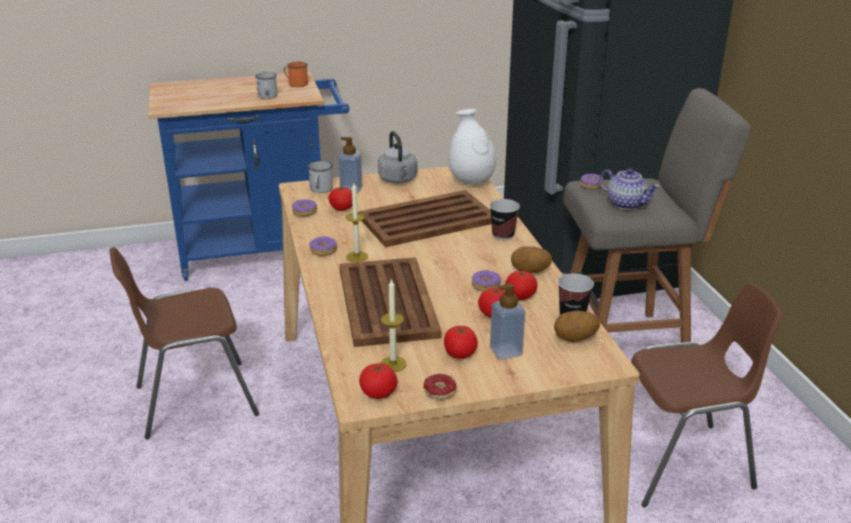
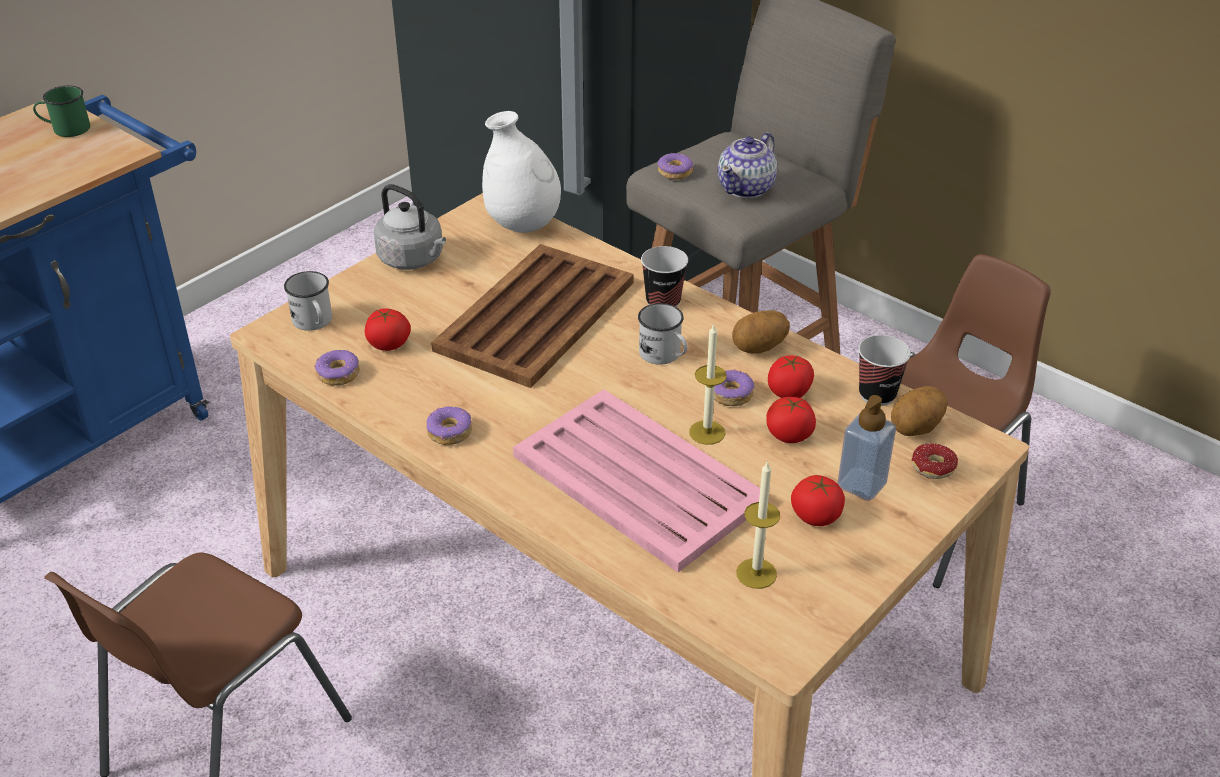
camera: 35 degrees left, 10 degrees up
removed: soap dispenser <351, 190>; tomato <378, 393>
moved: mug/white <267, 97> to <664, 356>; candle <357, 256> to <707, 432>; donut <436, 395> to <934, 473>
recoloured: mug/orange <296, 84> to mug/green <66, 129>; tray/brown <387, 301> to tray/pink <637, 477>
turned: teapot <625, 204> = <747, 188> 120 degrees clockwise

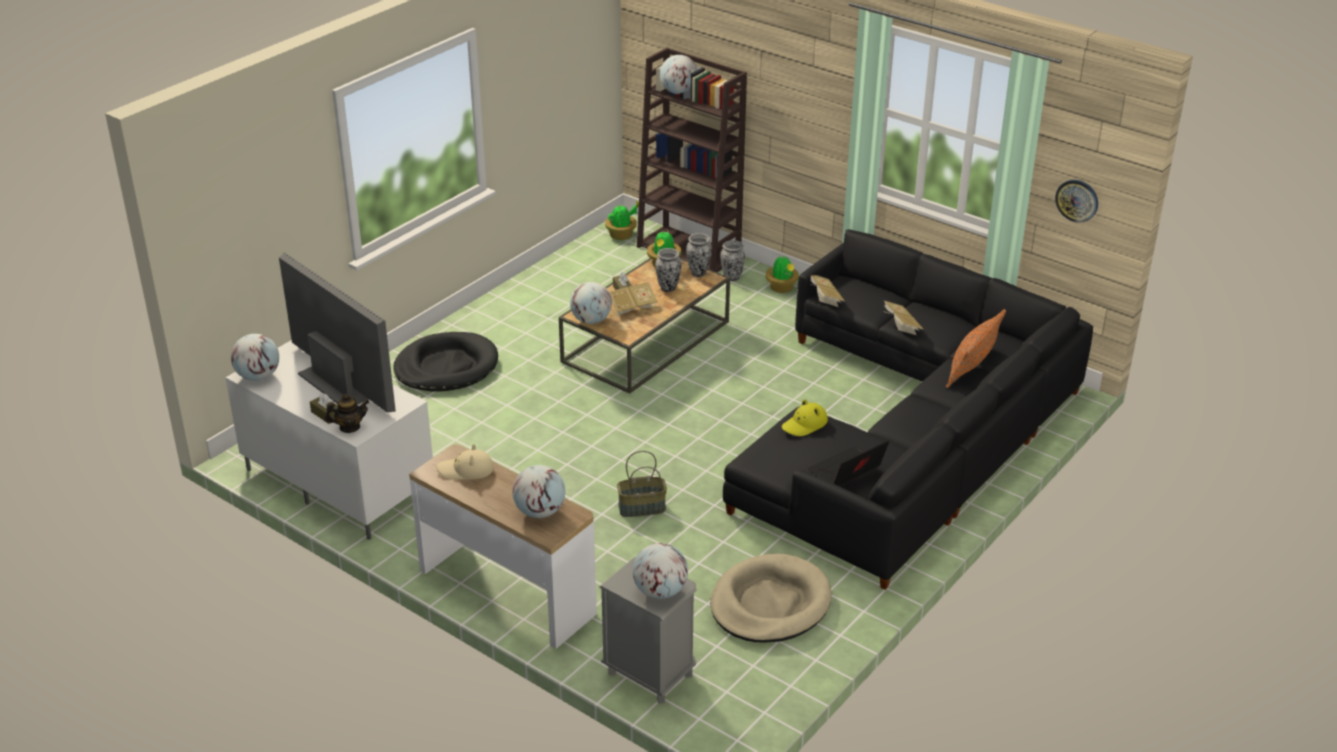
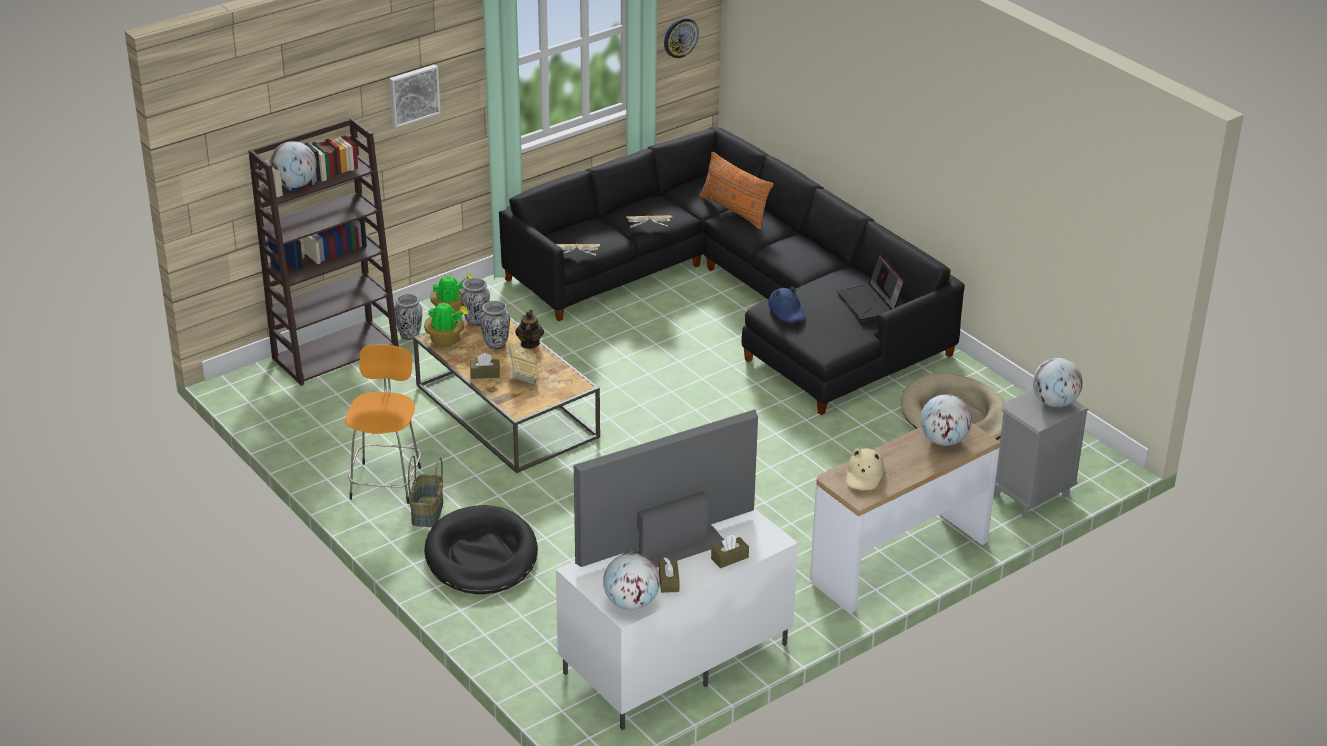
camera: 75 degrees left, 0 degrees up
removed: globe <591, 320>; potted plant <622, 235>
added: stool/orange <386, 481>; picture <413, 94>; tissue box/brown <668, 581>
moved: teapot <349, 427> to <529, 344>; basket <641, 508> to <428, 512>
recoloured: hat/yellow <804, 424> to hat/blue <787, 310>

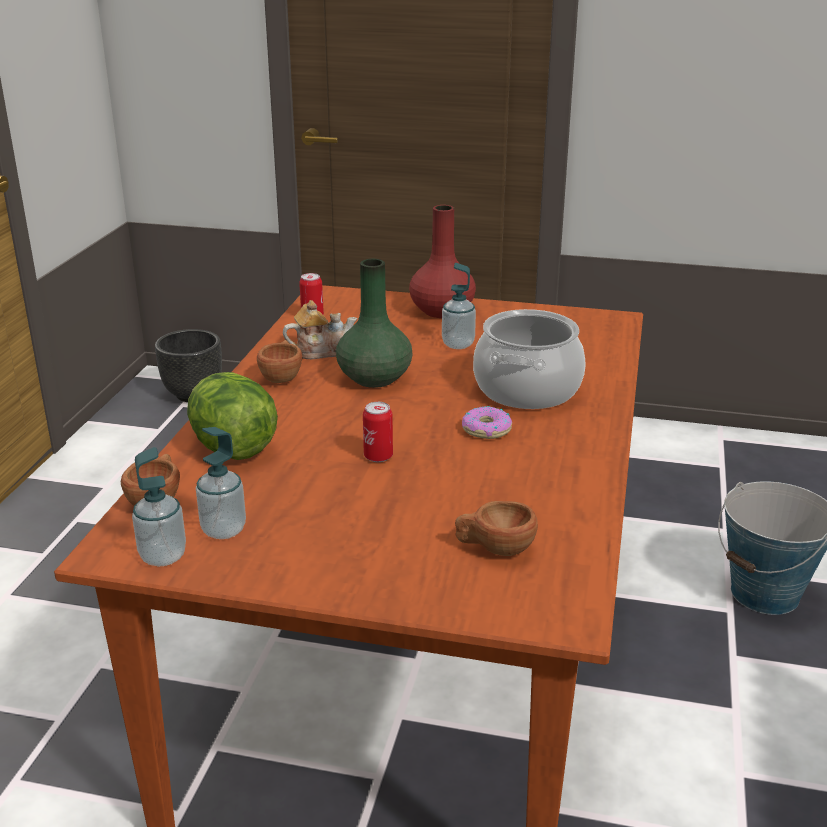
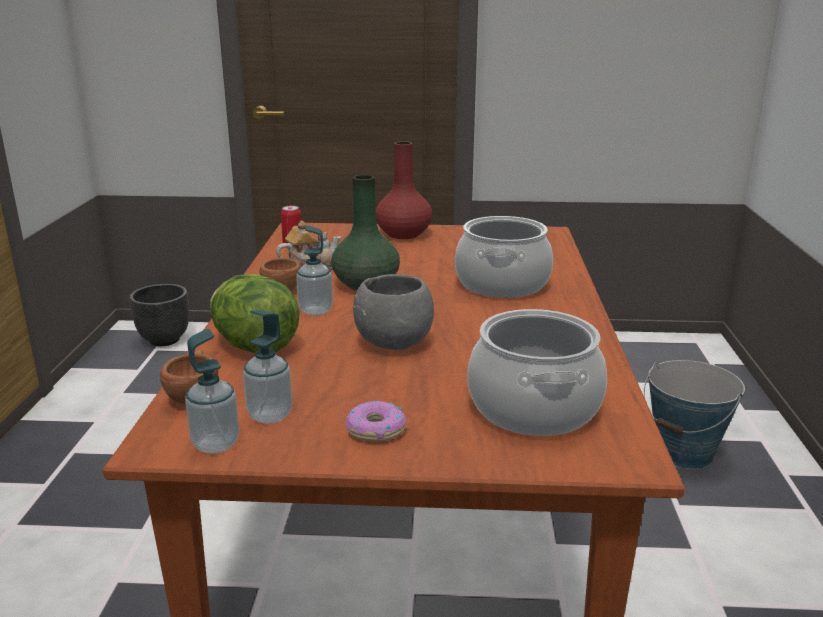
camera: 10 degrees left, 5 degrees down
moved: soap dispenser <458, 344> to <315, 310>; donut <486, 430> to <375, 430>
replaced: can <378, 457> to bowl/grey <394, 343>; cup/brown <495, 548> to cooking pot <535, 407>

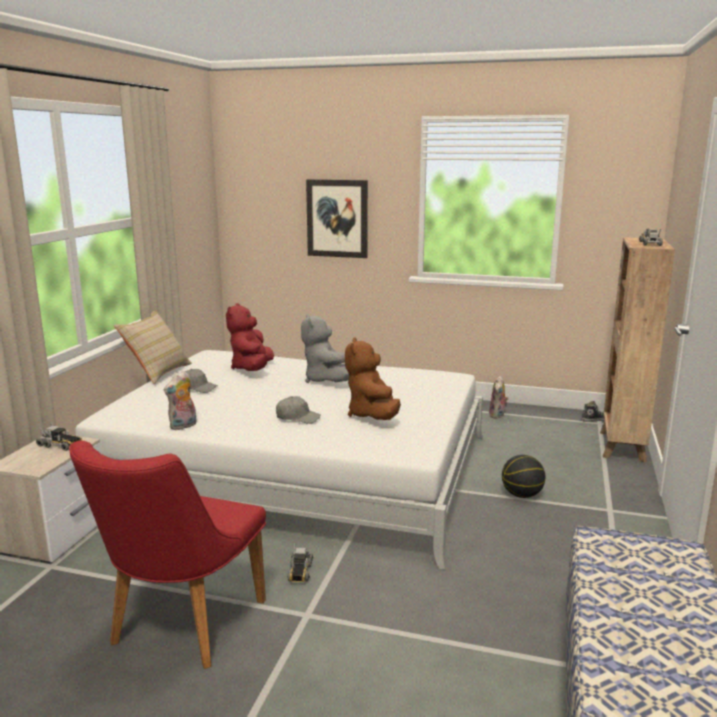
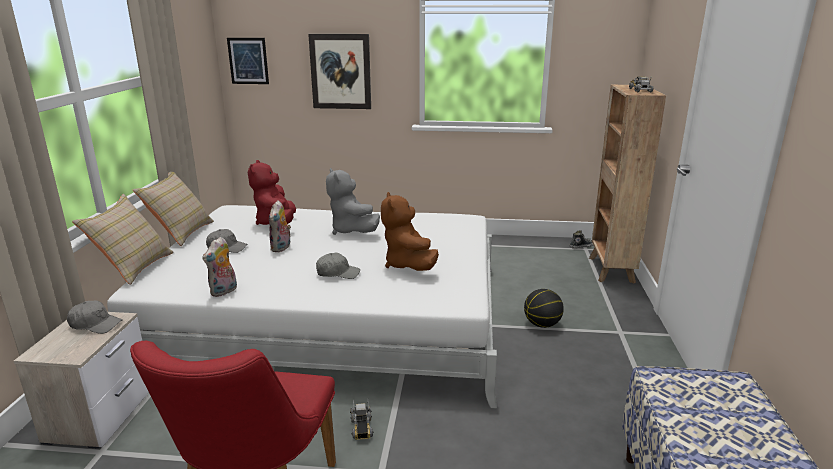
camera: 10 degrees left, 5 degrees up
added: pillow/beige <133, 267>; picture <248, 61>
moved: plush toy <498, 415> to <281, 248>
replaced: toy truck <60, 445> to cap/grey <95, 324>

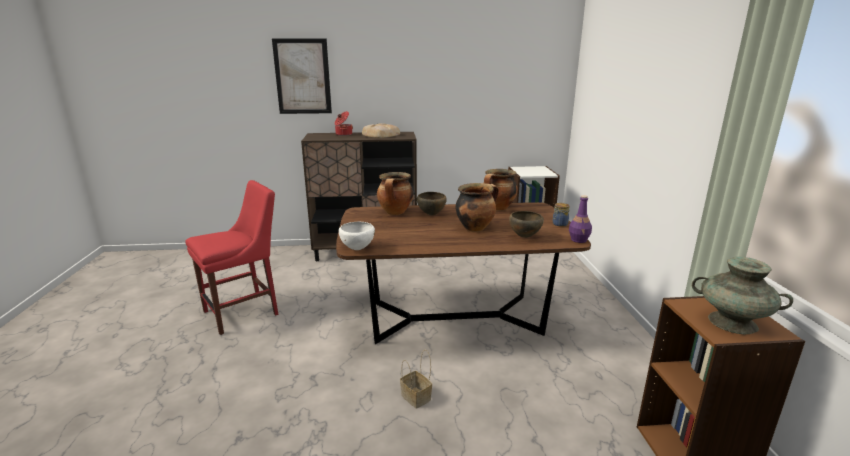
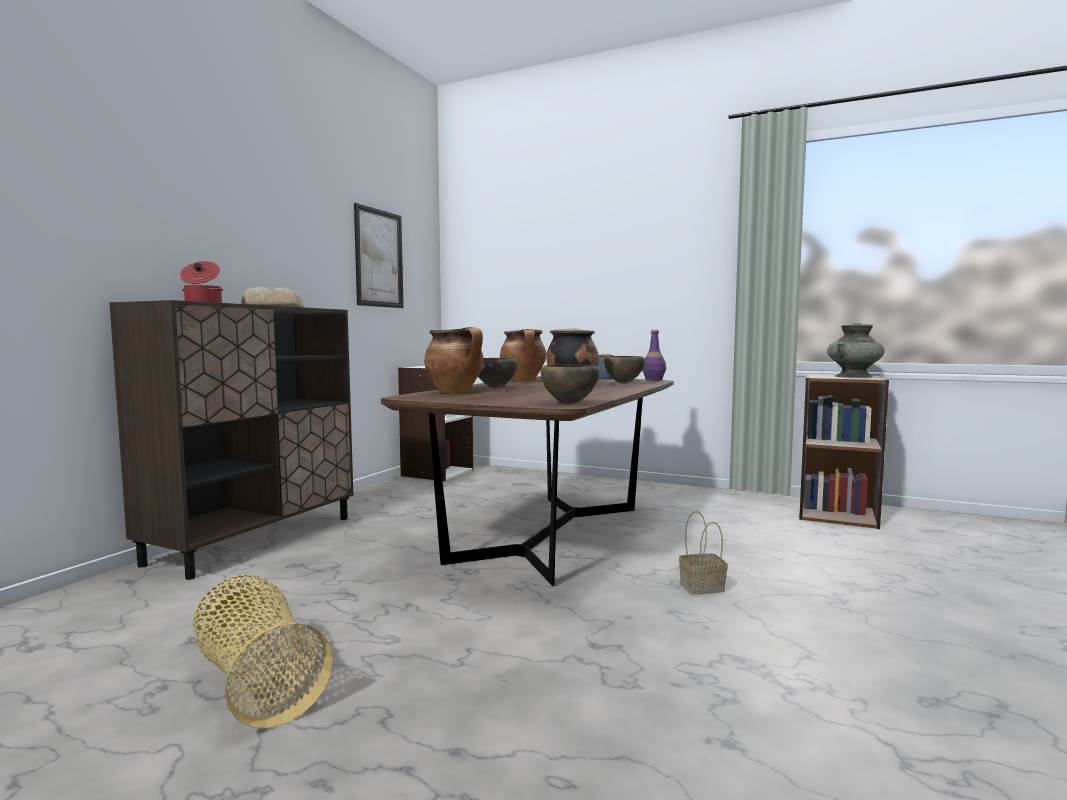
camera: 60 degrees left, 15 degrees down
moved: picture <302, 76> to <379, 258>
replaced: chair/red <245, 312> to basket <258, 682>
recoloured: bowl/white <357, 249> to bowl/brown <569, 404>

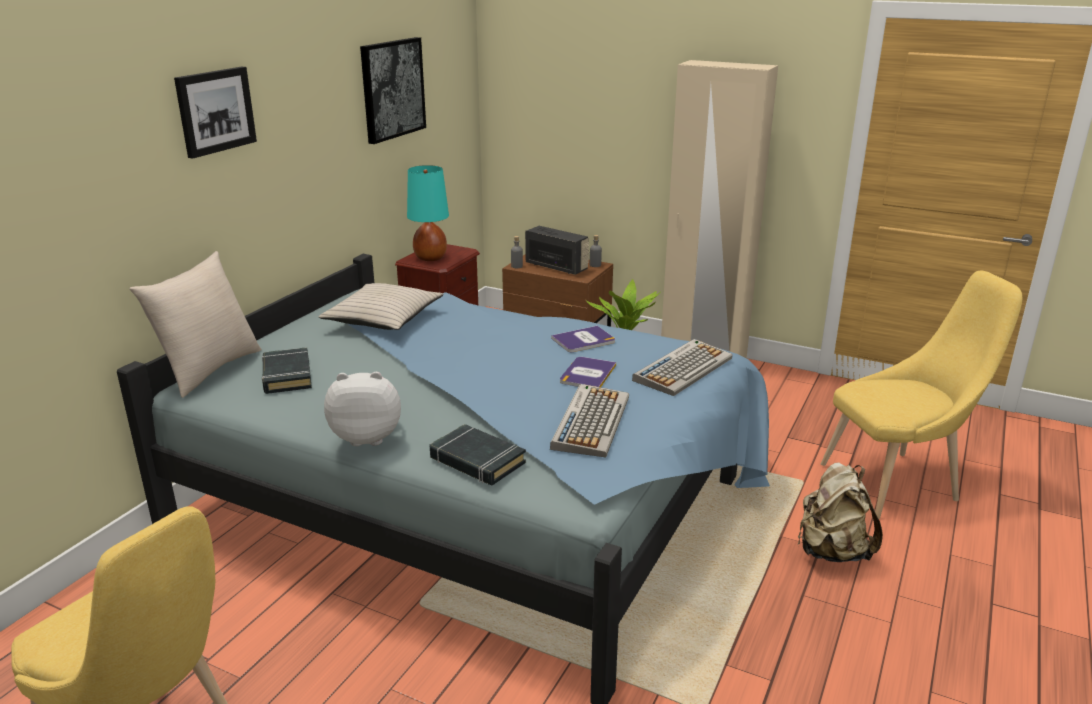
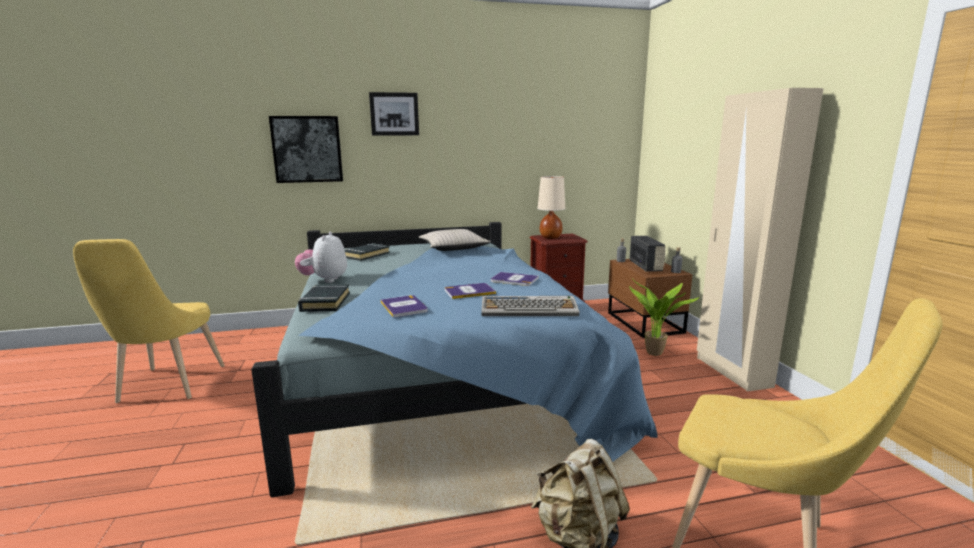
camera: 50 degrees right, 10 degrees down
removed: pillow/beige <209, 370>
moved: picture <392, 89> to <307, 149>
replaced: keyboard <590, 421> to book <404, 307>
recoloured: table lamp/turquoise <430, 258> to table lamp/beige <550, 237>
turned: plush toy <367, 437> = <324, 280> 135 degrees counterclockwise

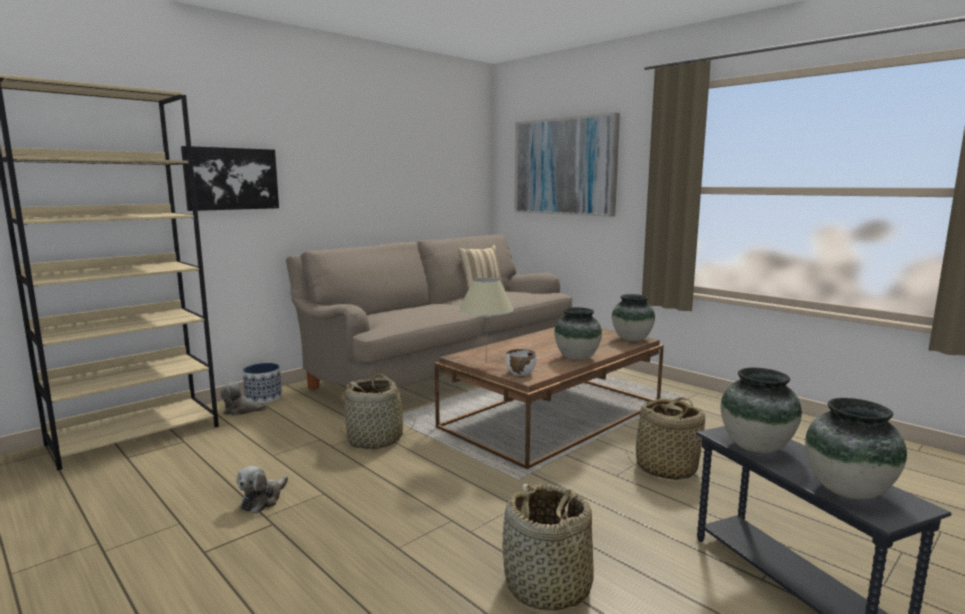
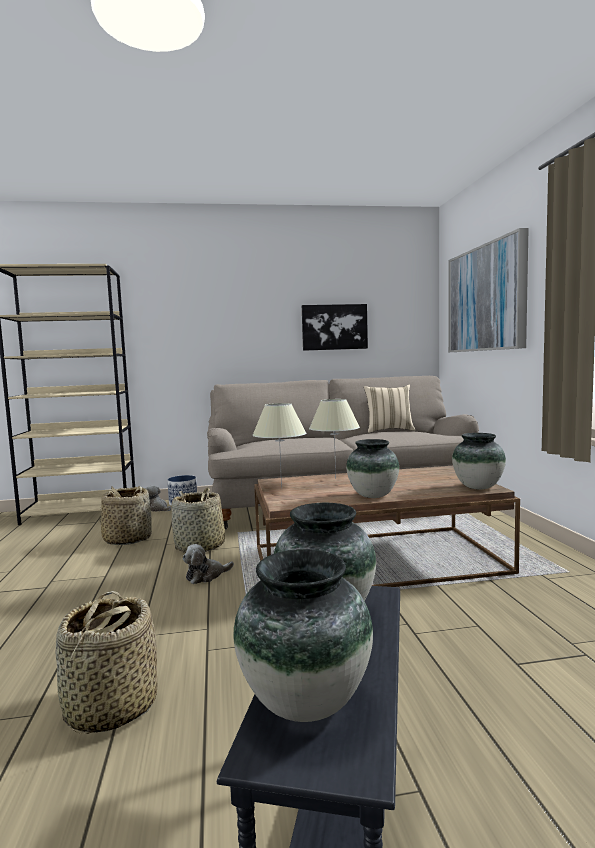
camera: 35 degrees right, 5 degrees down
removed: bowl/white <520, 373>
added: table lamp/beige <335, 478>
moved: picture <231, 179> to <334, 327>; plush toy <263, 500> to <206, 576>; basket <665, 468> to <127, 539>

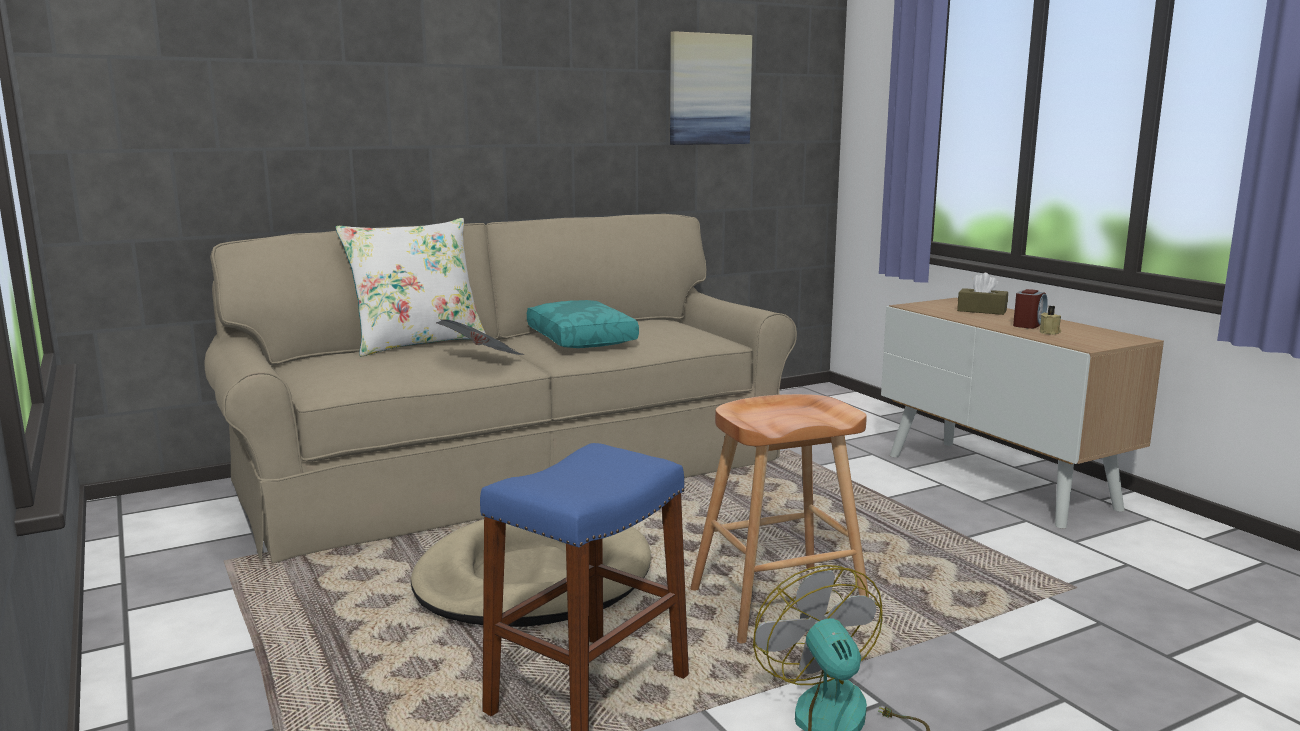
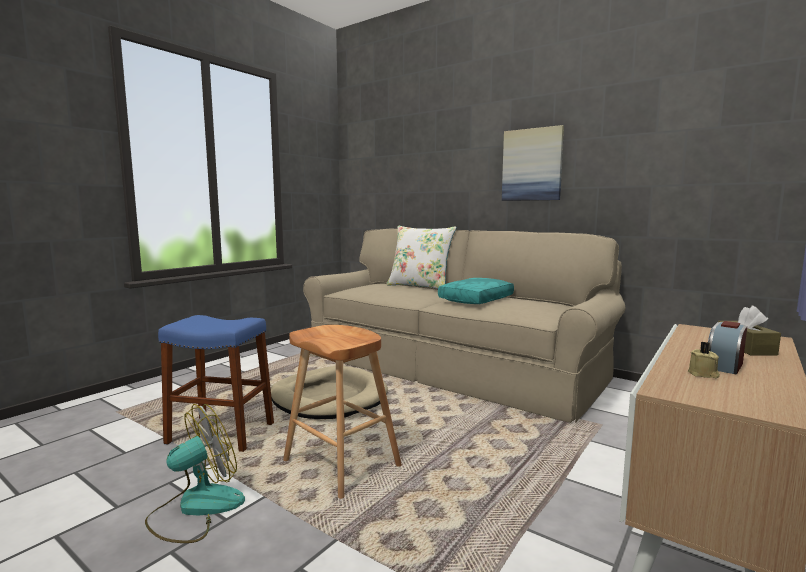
camera: 65 degrees right, 5 degrees down
removed: newspaper <483, 360>
moved: picture <709, 89> to <532, 165>
turned: alarm clock <1029, 324> = <724, 365> 120 degrees clockwise

